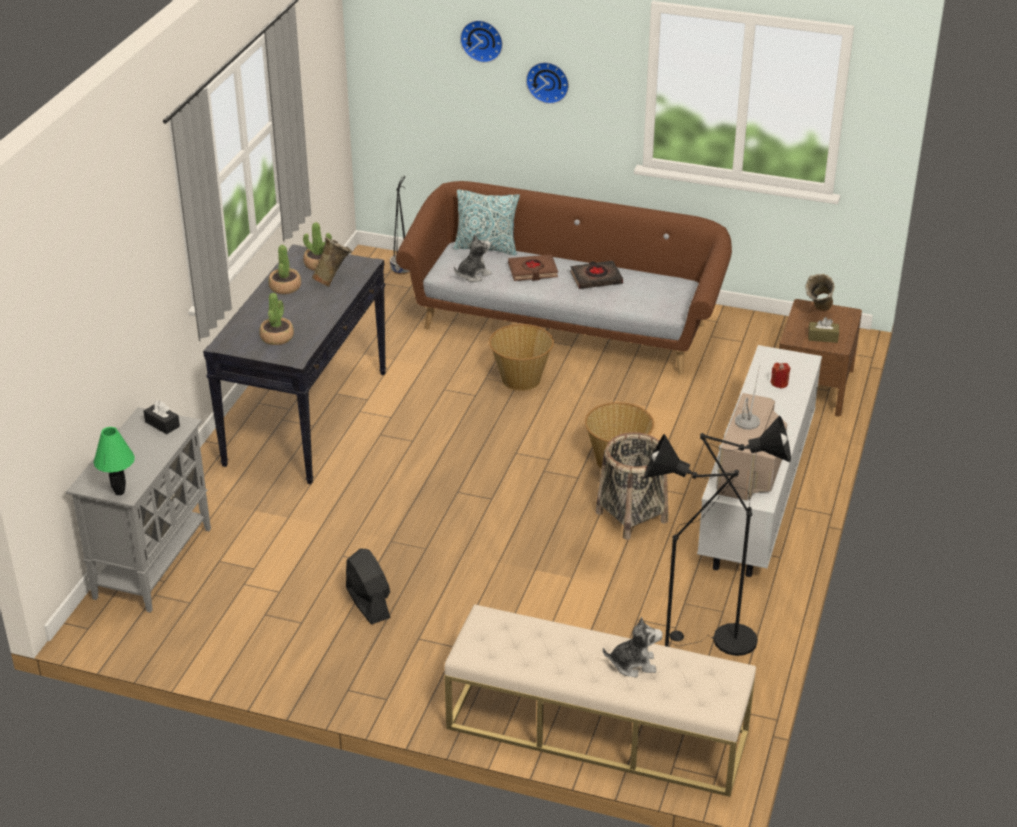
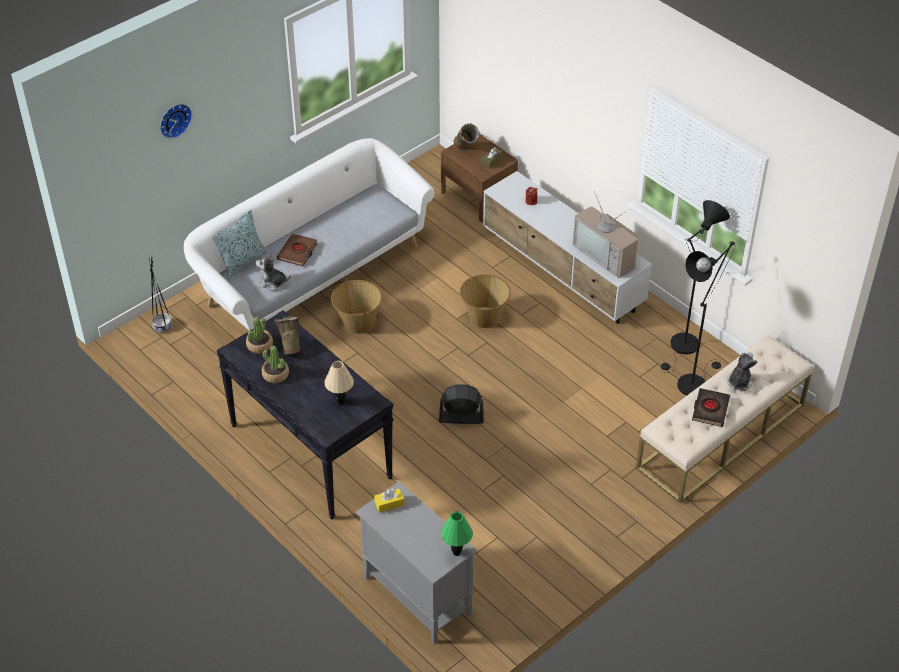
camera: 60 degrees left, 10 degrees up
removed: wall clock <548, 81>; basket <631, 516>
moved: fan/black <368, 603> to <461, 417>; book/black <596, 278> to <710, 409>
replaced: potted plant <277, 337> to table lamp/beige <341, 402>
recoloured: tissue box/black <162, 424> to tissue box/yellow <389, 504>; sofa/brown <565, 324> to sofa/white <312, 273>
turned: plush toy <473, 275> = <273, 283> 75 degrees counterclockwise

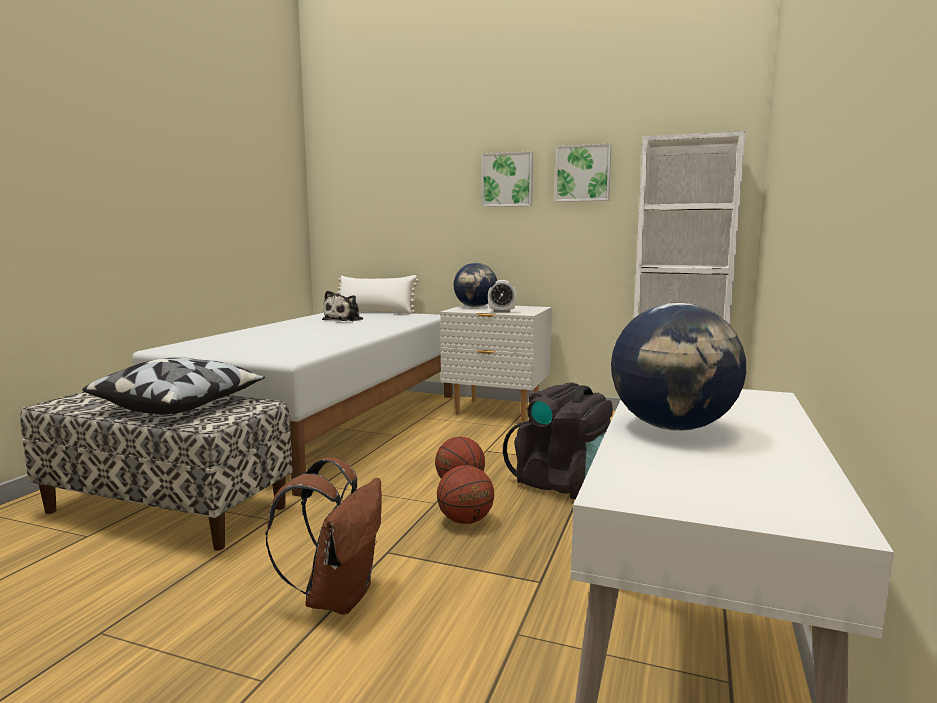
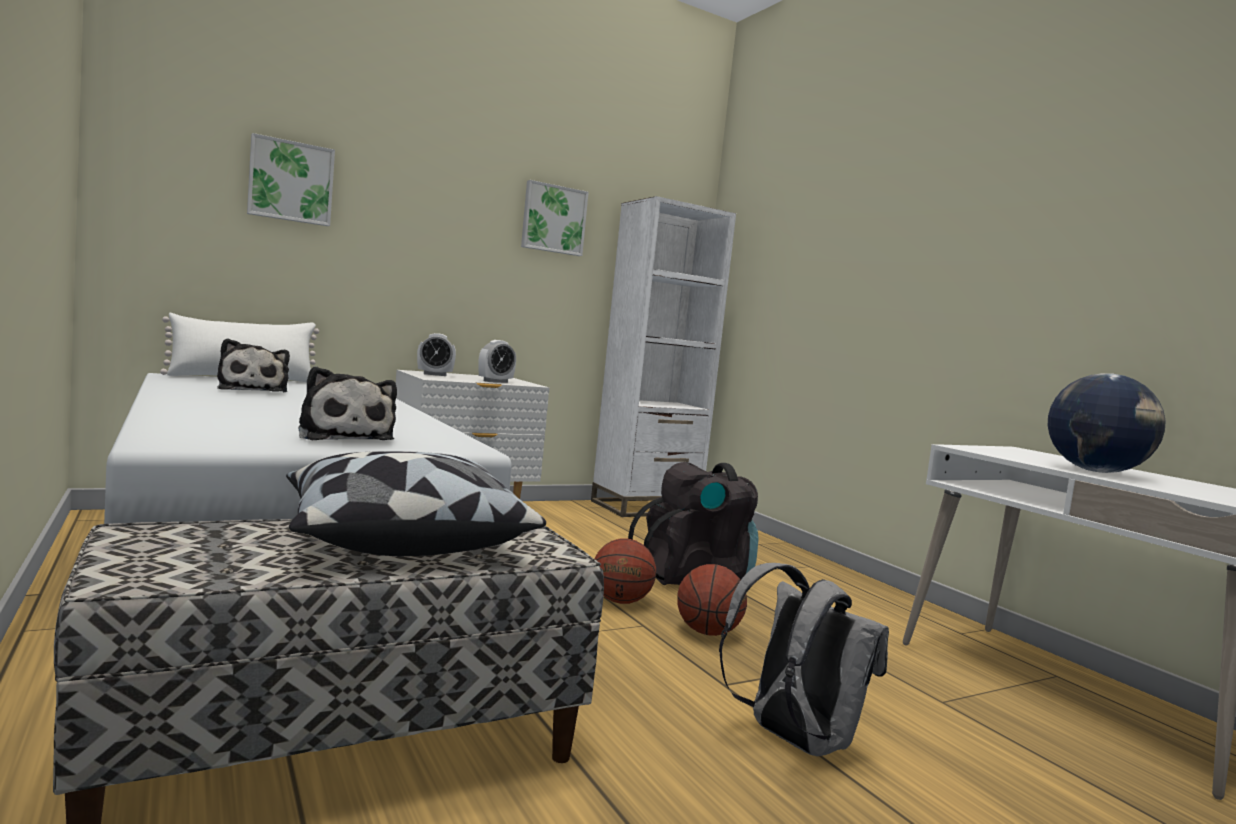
camera: 50 degrees left, 5 degrees down
added: plush toy <344, 437>
moved: picture <507, 180> to <291, 181>
replaced: globe <475, 307> to alarm clock <435, 374>
recoloured: backpack/brown <338, 596> to backpack/grey <792, 740>

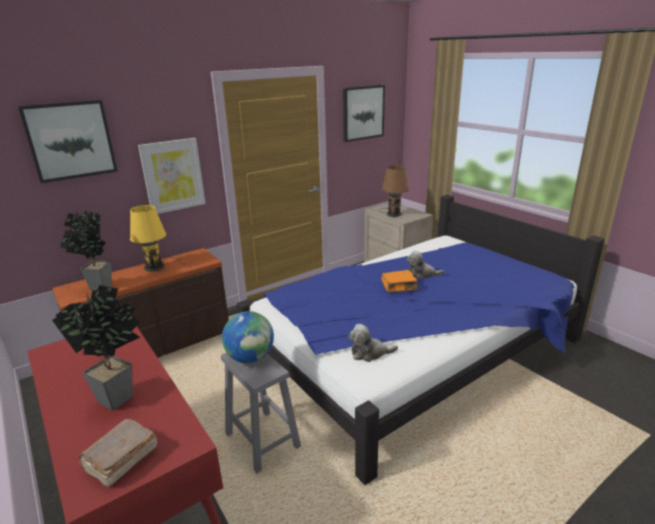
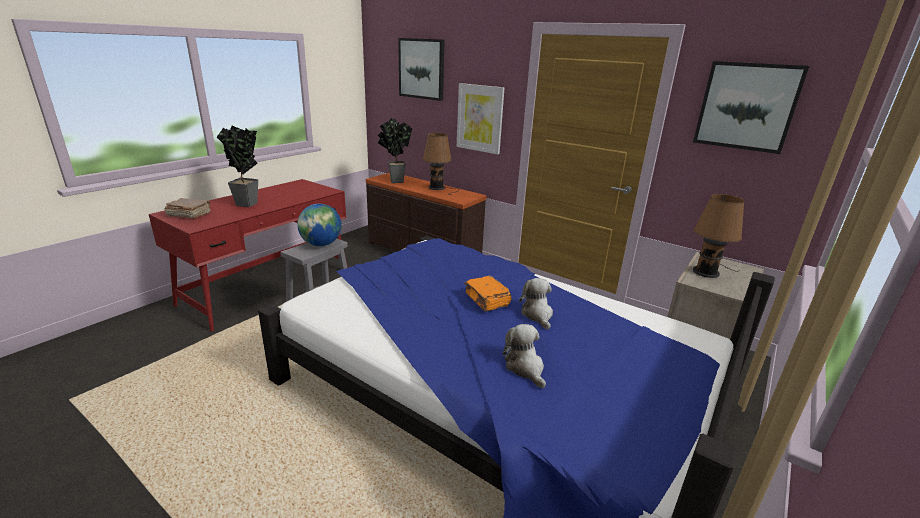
camera: 70 degrees right, 0 degrees up
moved: plush toy <369, 353> to <525, 367>
recoloured: table lamp/yellow <157, 266> to table lamp/brown <438, 188>

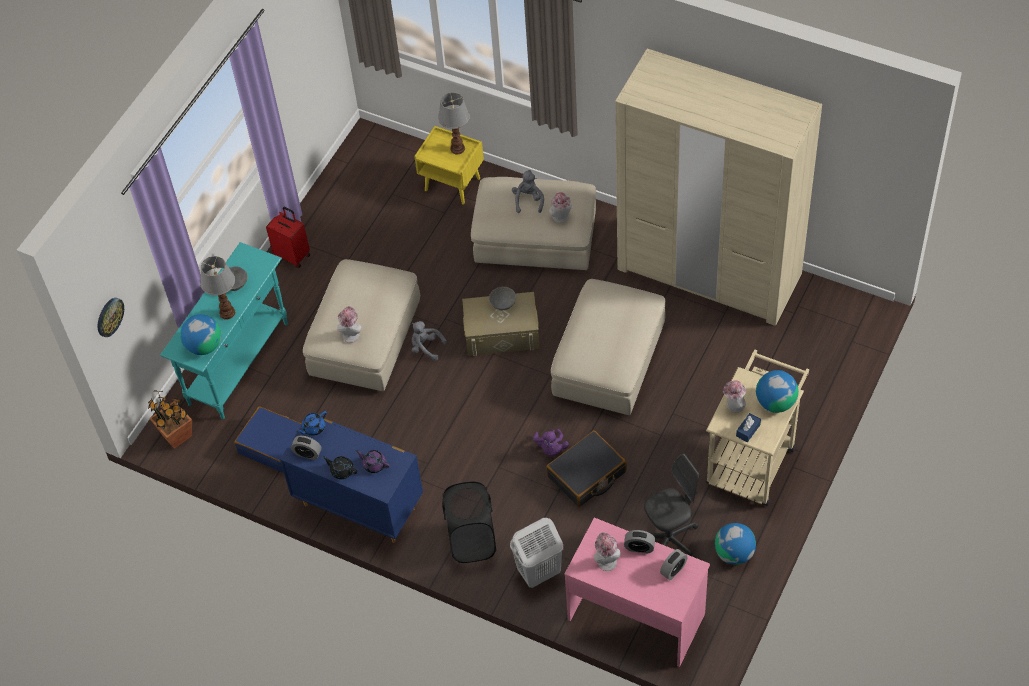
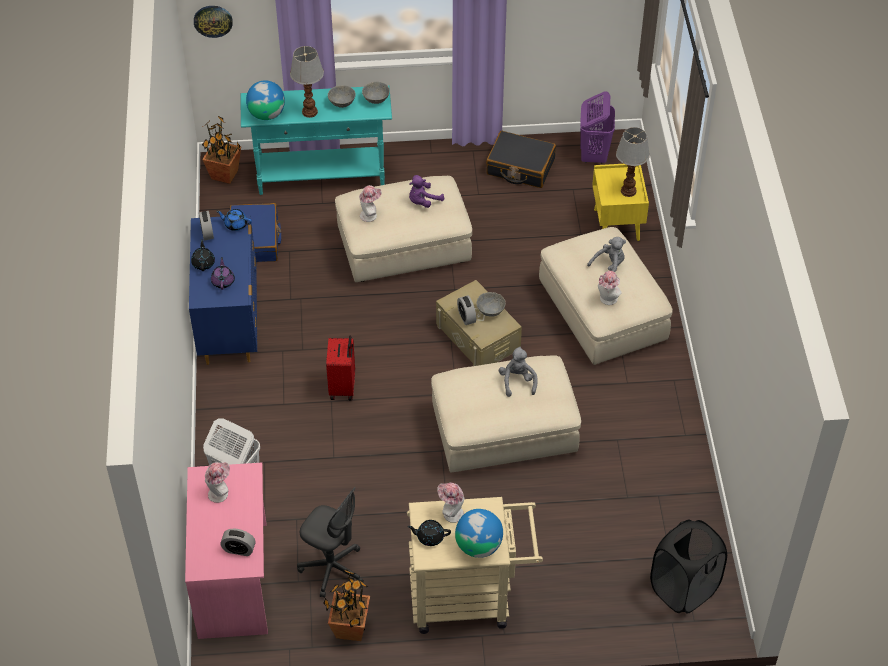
camera: 55 degrees right, 5 degrees down
removed: wardrobe/beige <709, 272>
added: bowl/grey <376, 99>; laundry basket/purple <593, 155>
moved: suitcase/red <293, 255> to <343, 387>; plush toy/grey <426, 347> to <517, 381>; laundry basket/black <472, 541> to <683, 589>; plush toy/purple <551, 448> to <423, 201>; suitcase/black <587, 475> to <520, 167>; alarm clock <639, 547> to <466, 317>
replaced: globe <734, 553> to potted plant <350, 629>; tissue box/blue <748, 430> to teapot/black <429, 537>

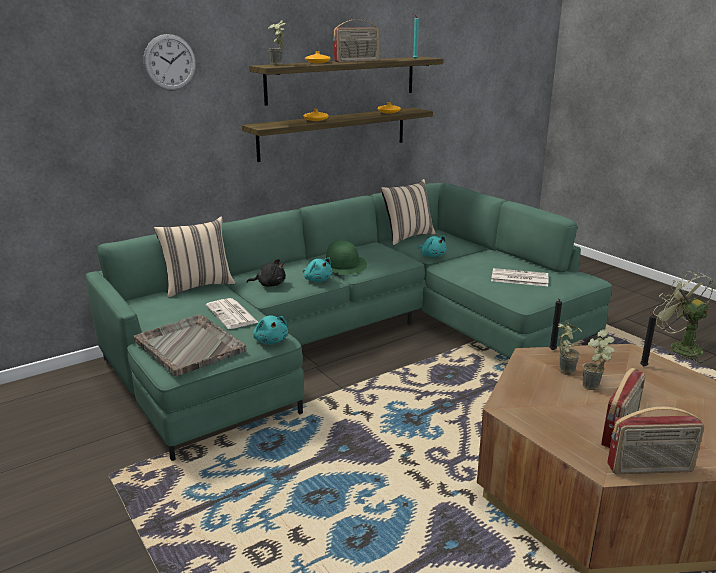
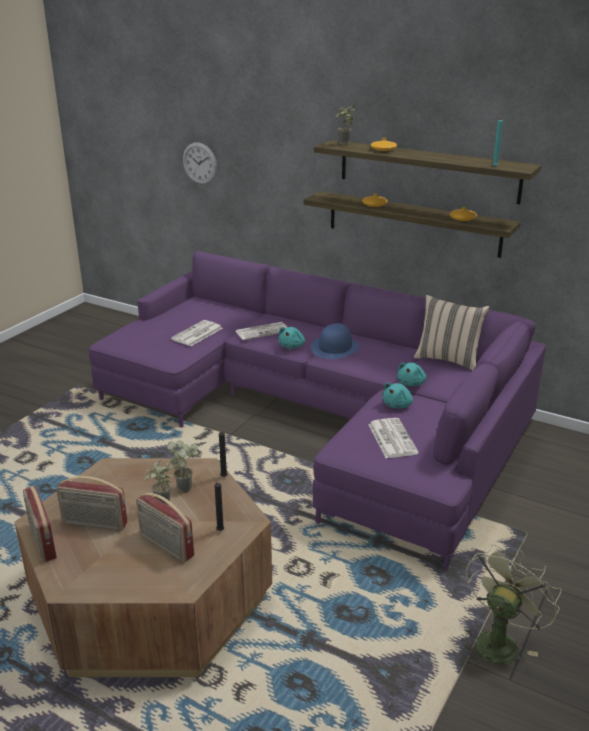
camera: 65 degrees right, 5 degrees up
removed: tray/grey <189, 346>; pillow/beige <198, 286>
moved: wall clock <170, 62> to <199, 163>; plush toy/turquoise <271, 340> to <398, 405>; radio <357, 61> to <166, 546>
replaced: plush toy/black <269, 284> to newspaper <262, 331>
recoloured: sofa/green <354, 337> to sofa/purple <321, 417>; hat/green <342, 265> to hat/blue <335, 347>

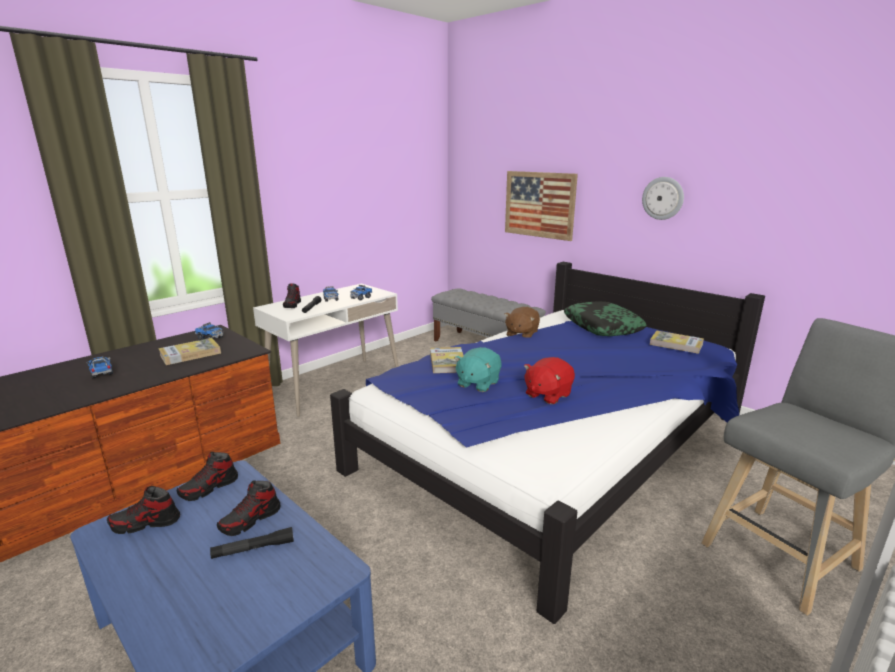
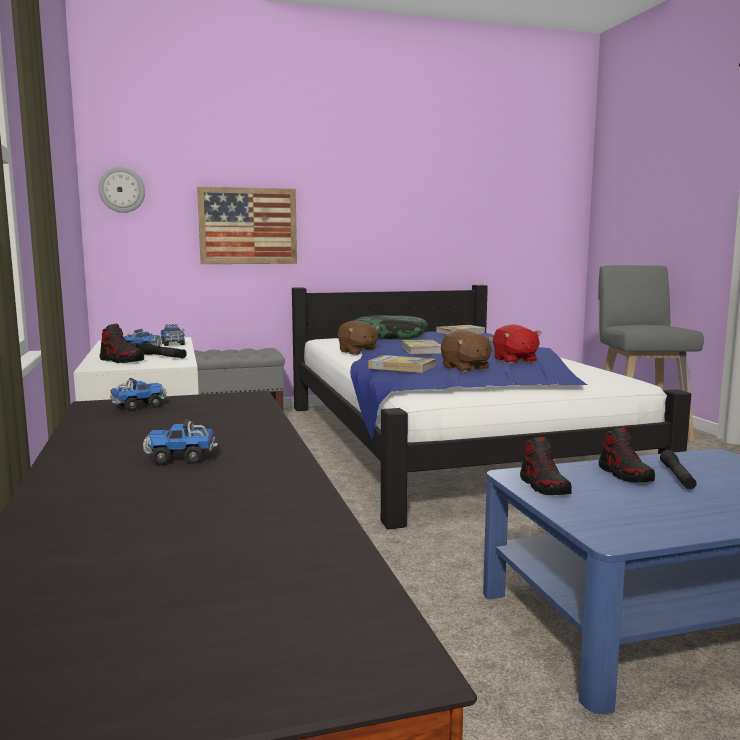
camera: 60 degrees left, 10 degrees down
removed: shoe <145, 523>
moved: book <190, 354> to <421, 349>; wall clock <663, 198> to <122, 190>
recoloured: plush toy/turquoise <477, 383> to plush toy/brown <465, 368>

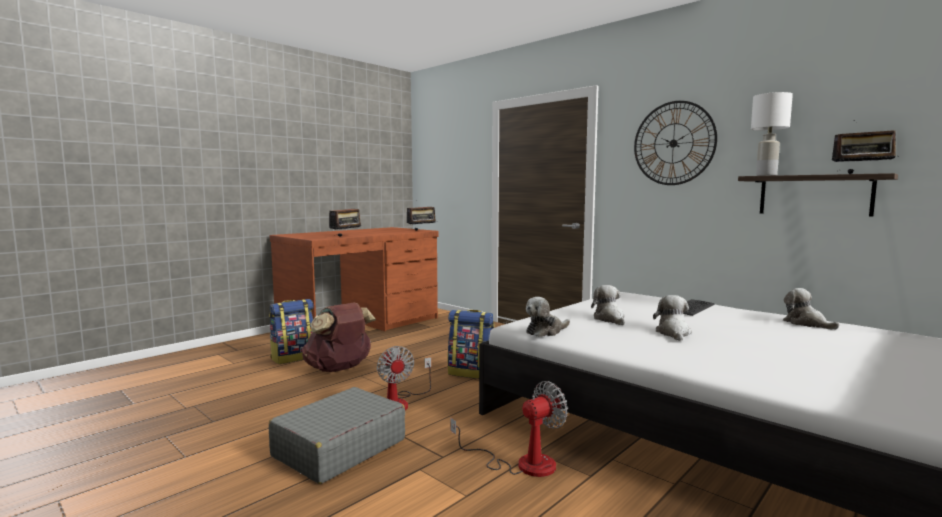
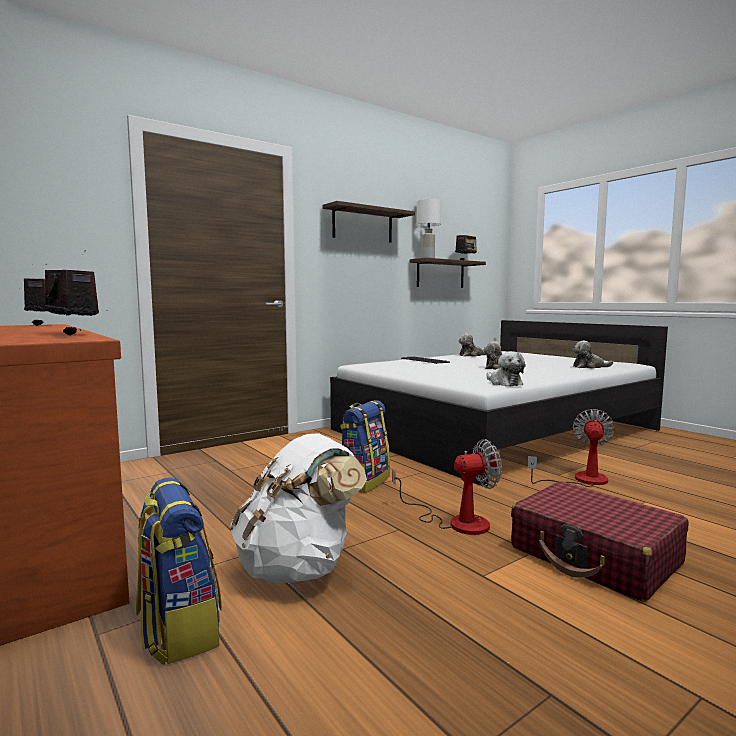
camera: 80 degrees left, 0 degrees up
moved: plush toy <609, 319> to <589, 367>
replaced: wall clock <673, 143> to shelf <362, 225>
recoloured: suitcase/grey <339, 448> to suitcase/red <595, 556>; backpack/brown <339, 369> to backpack/white <298, 568>
turned: fan <522, 463> = <581, 480> 45 degrees clockwise

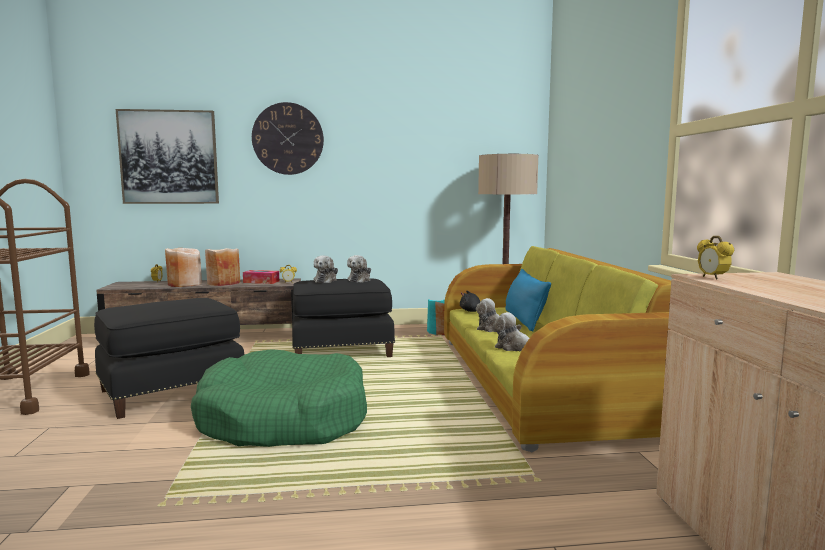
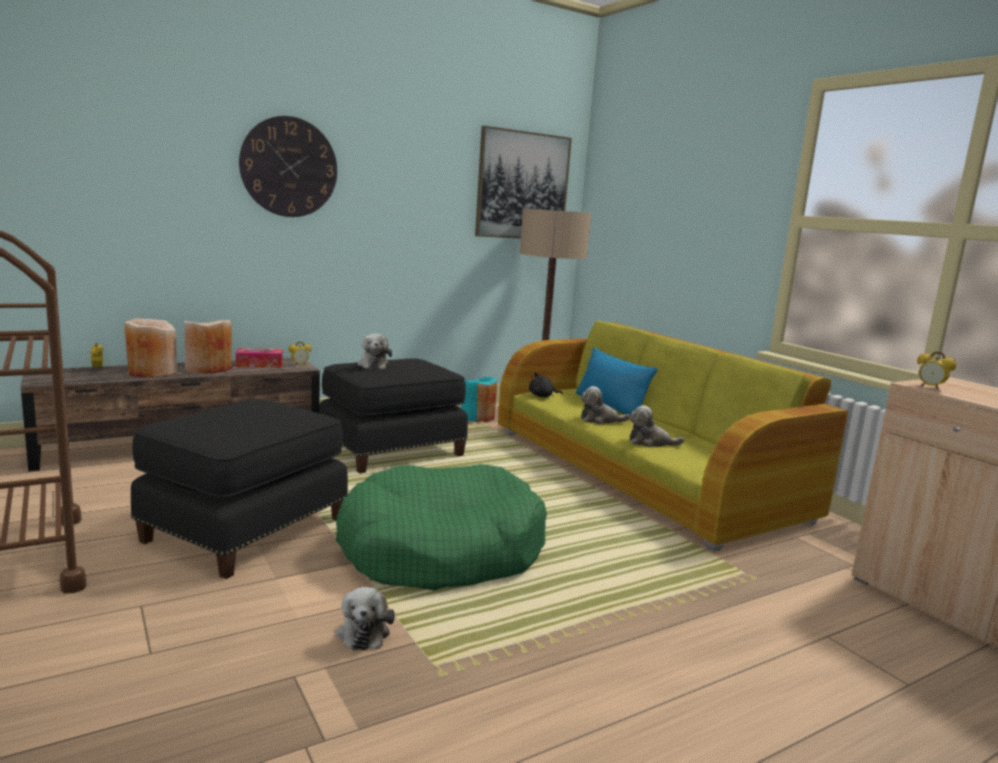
camera: 25 degrees left, 5 degrees up
moved: picture <169, 157> to <522, 186>; plush toy <359, 280> to <364, 631>

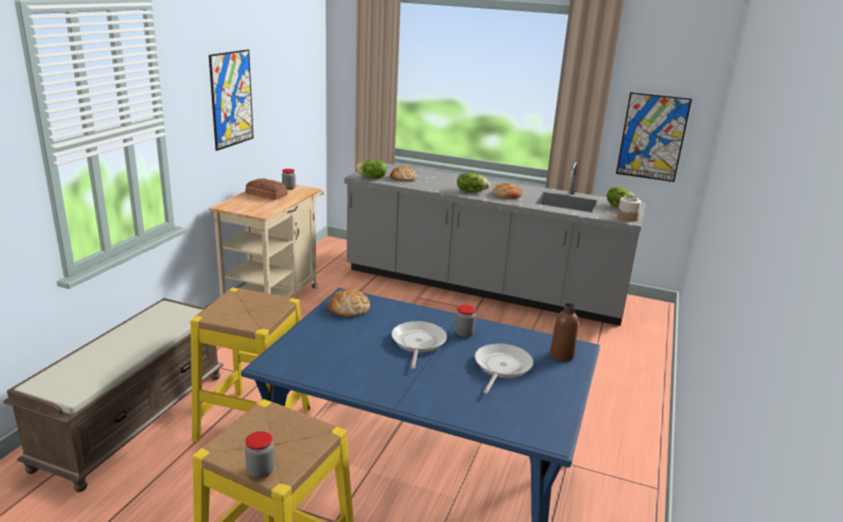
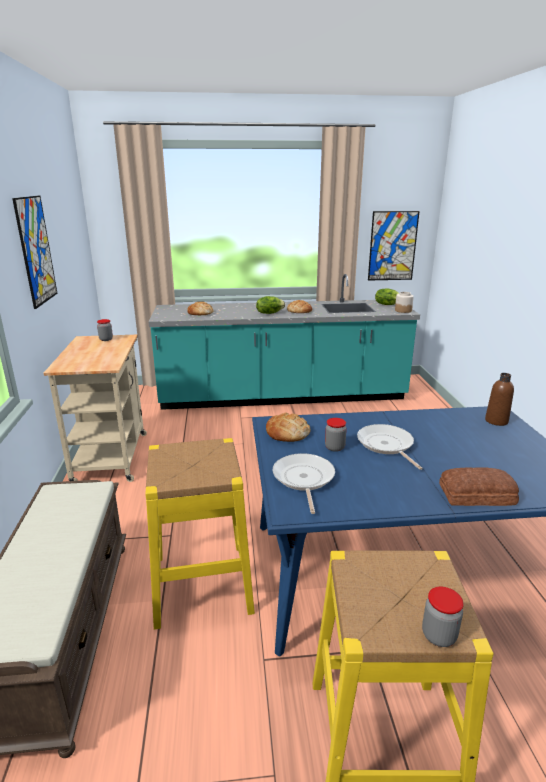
camera: 25 degrees left, 0 degrees up
removed: lettuce <372, 177>
moved: bread <266, 195> to <478, 496>; jar <464, 333> to <334, 447>; frying pan <501, 367> to <303, 479>
recoloured: counter/grey <482, 288> to counter/turquoise <282, 396>

